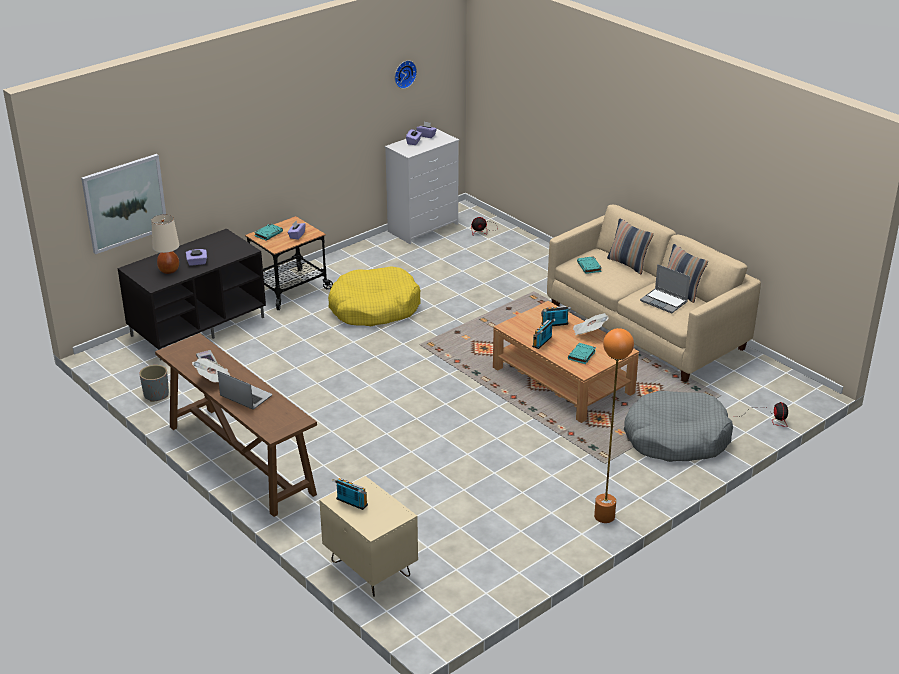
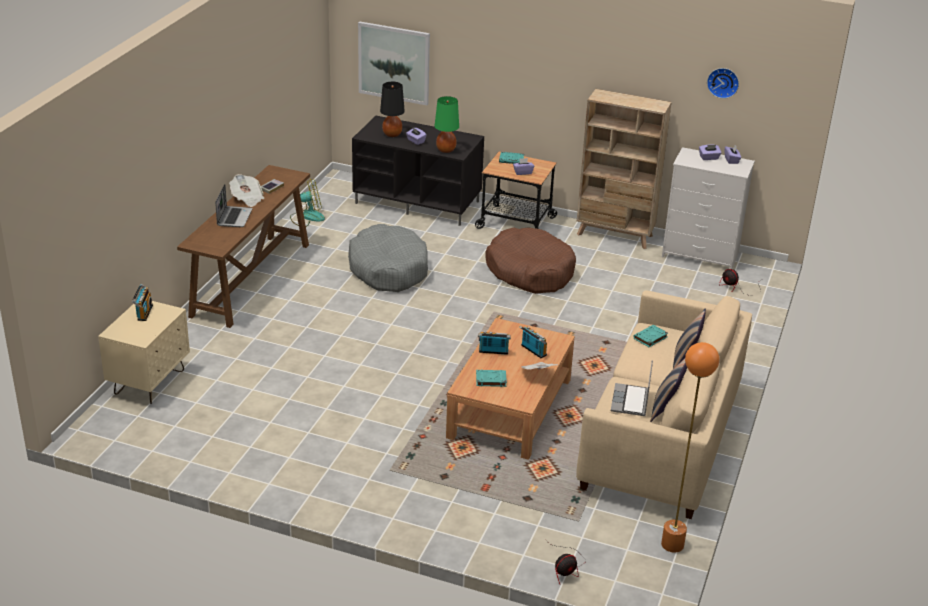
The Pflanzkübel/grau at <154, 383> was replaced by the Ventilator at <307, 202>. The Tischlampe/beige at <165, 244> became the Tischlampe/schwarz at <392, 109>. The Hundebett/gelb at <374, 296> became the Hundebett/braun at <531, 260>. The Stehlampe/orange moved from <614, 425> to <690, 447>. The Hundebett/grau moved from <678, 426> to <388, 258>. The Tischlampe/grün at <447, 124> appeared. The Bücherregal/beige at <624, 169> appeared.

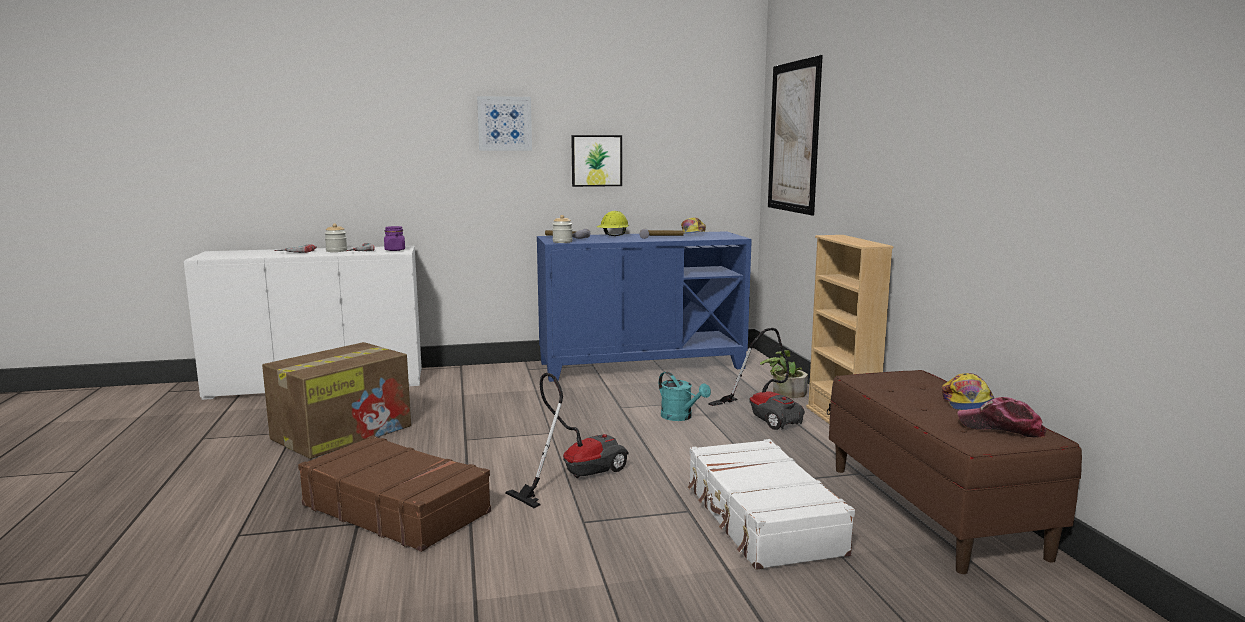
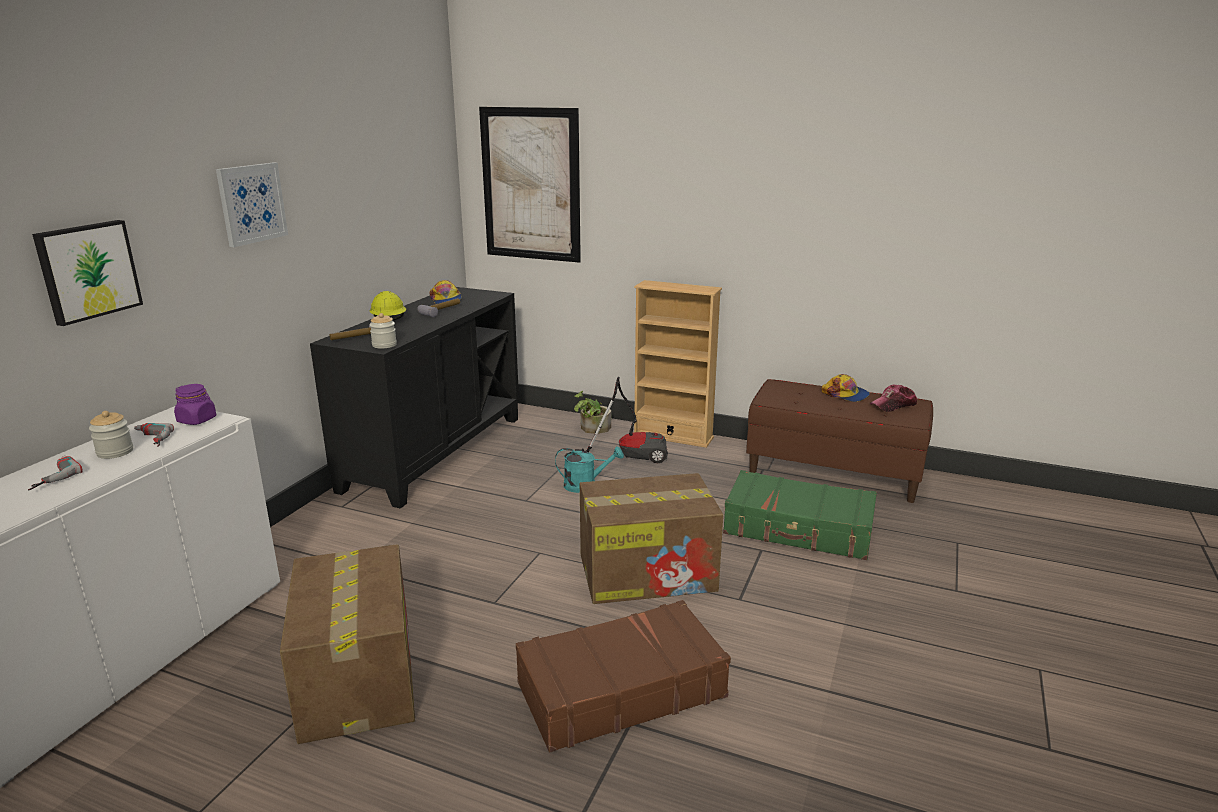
The Staubsauger at <567, 440> was replaced by the Karton at <651, 538>. The Schrank/blau at <644, 306> became the Schrank/schwarz at <414, 398>. The Bild moved from <596, 161> to <87, 273>. The Koffer/weiß at <771, 504> became the Koffer/grün at <800, 515>.

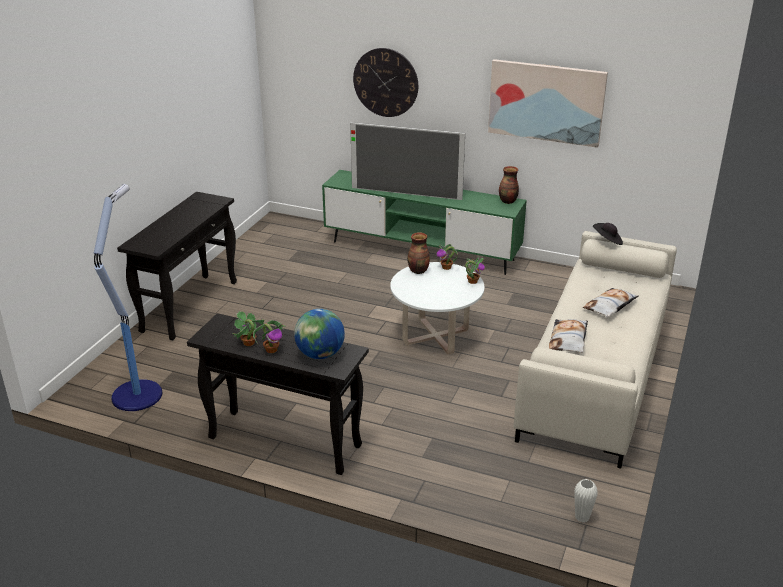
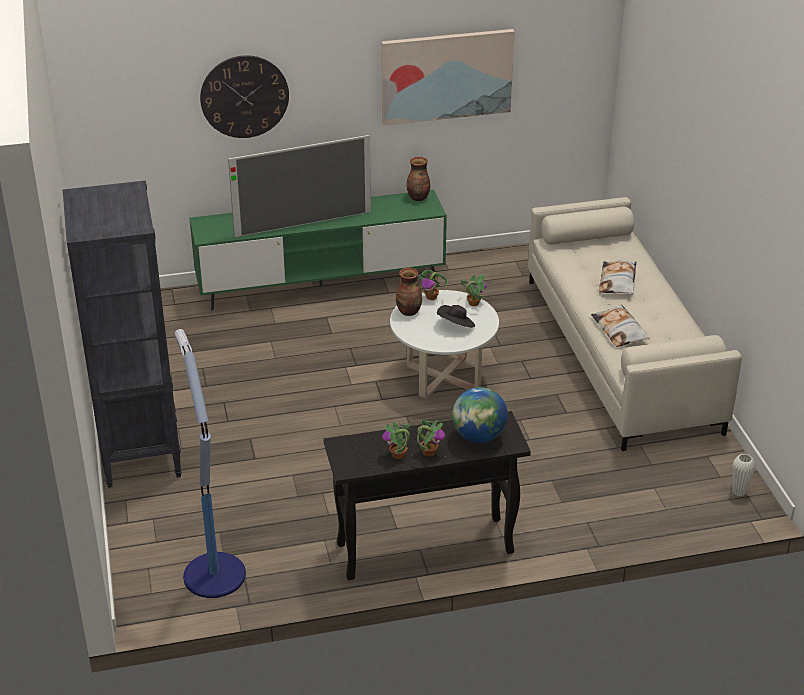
The Konsolentisch/schwarz at <177, 266> was replaced by the Bücherregal/schwarz at <122, 334>. The Hut/schwarz moved from <608, 234> to <456, 316>.

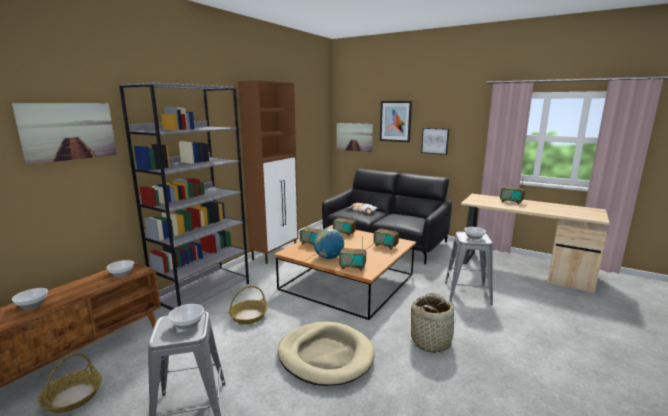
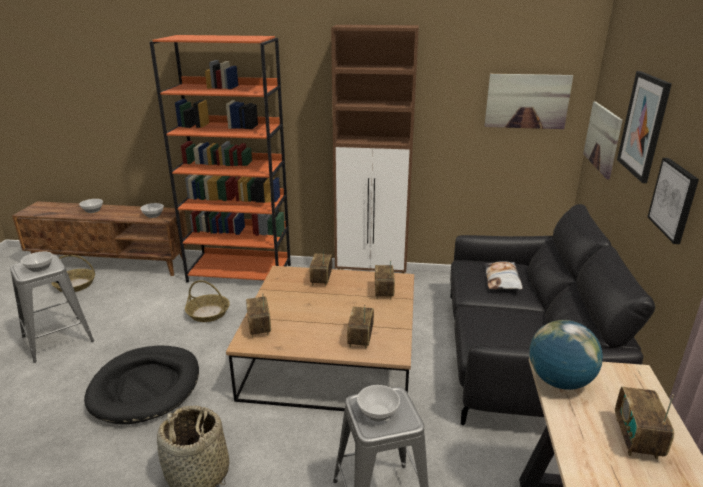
The Bild moved from <64, 134> to <528, 101>. The Bücherregal/grau at <184, 196> became the Bücherregal/orange at <220, 158>. The Hundebett/beige at <326, 354> became the Hundebett/schwarz at <141, 385>. The Globus moved from <329, 243> to <566, 355>.

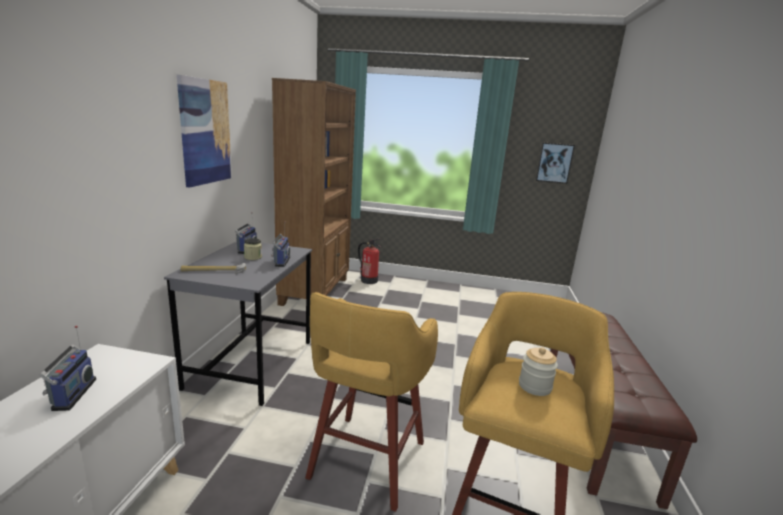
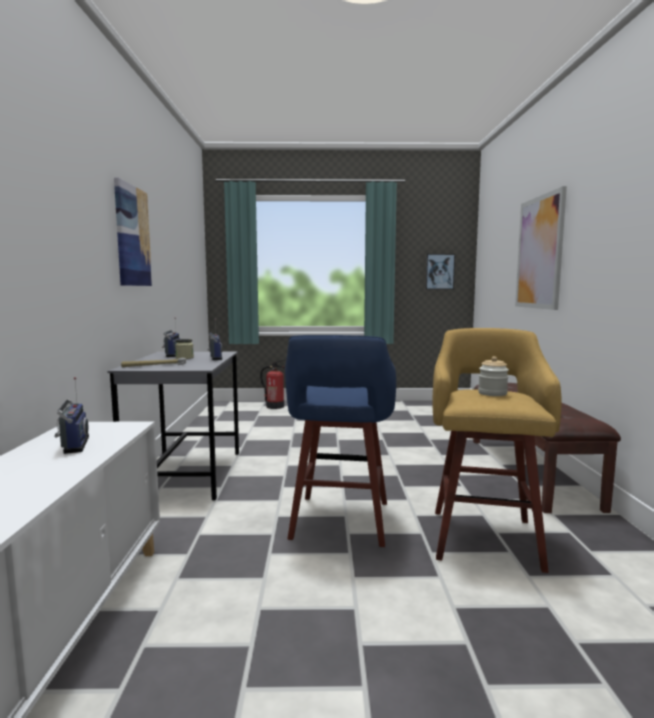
The Bücherregal/braun at <314, 192> disappeared. The Hocker/gelb at <371, 402> became the Hocker/blau at <340, 441>. The Bild at <541, 248> appeared.

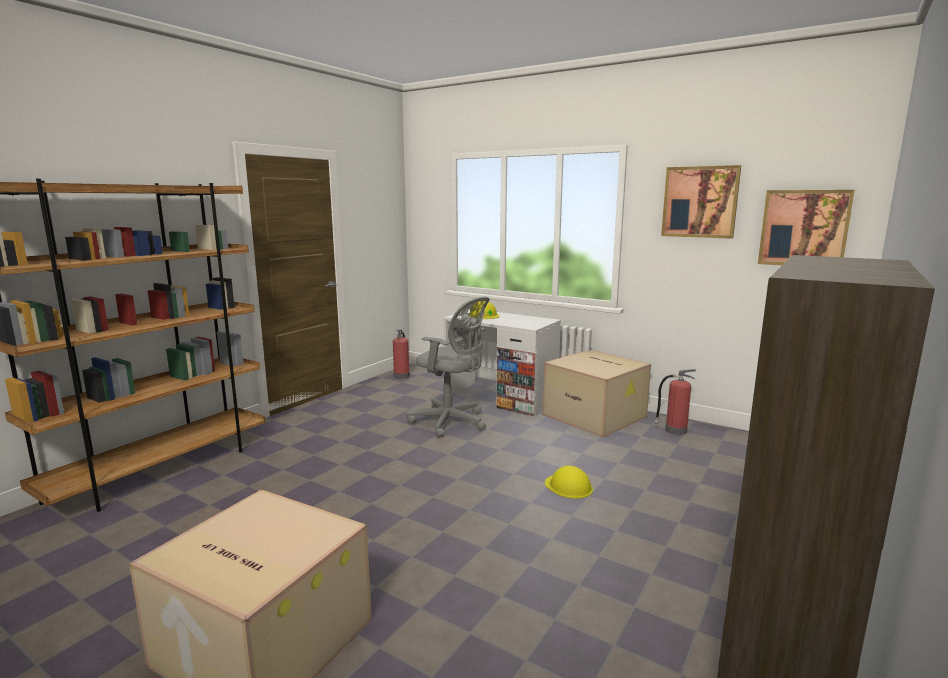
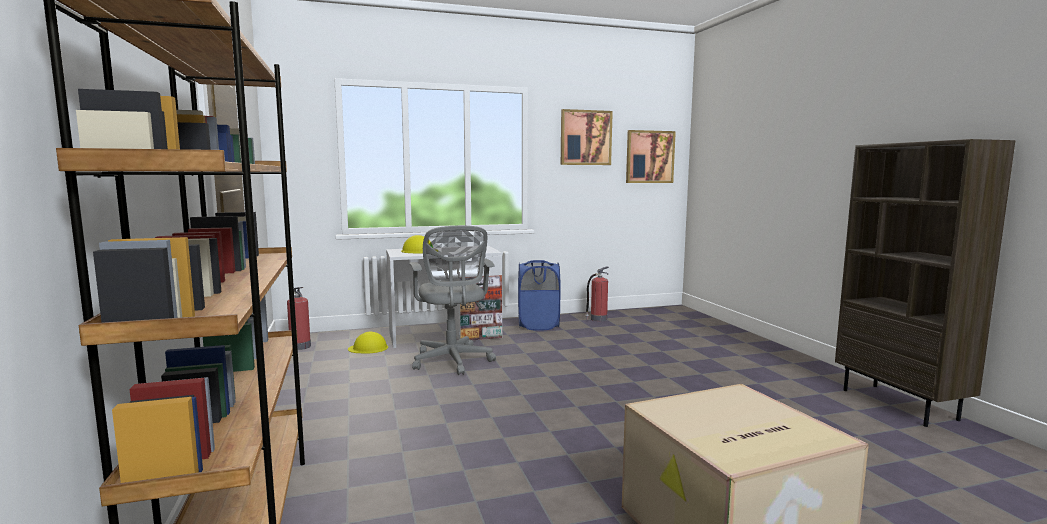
The Bürostuhl/grau at <448, 367> turned 90 degrees clockwise. The Karton at <597, 393> was replaced by the Wäschekorb/blau at <539, 295>. The Schutzhelm/gelb moved from <569, 482> to <368, 343>.

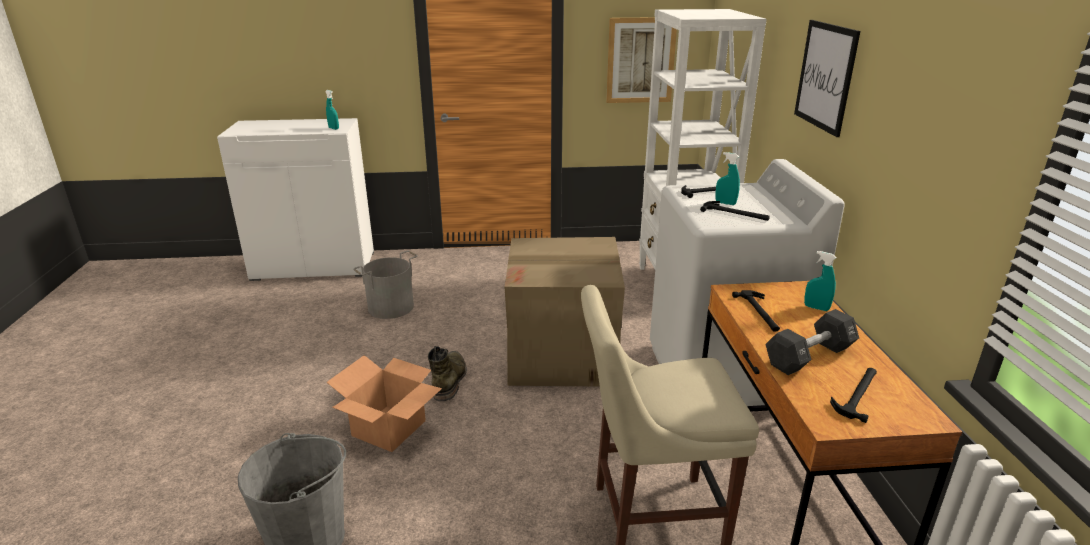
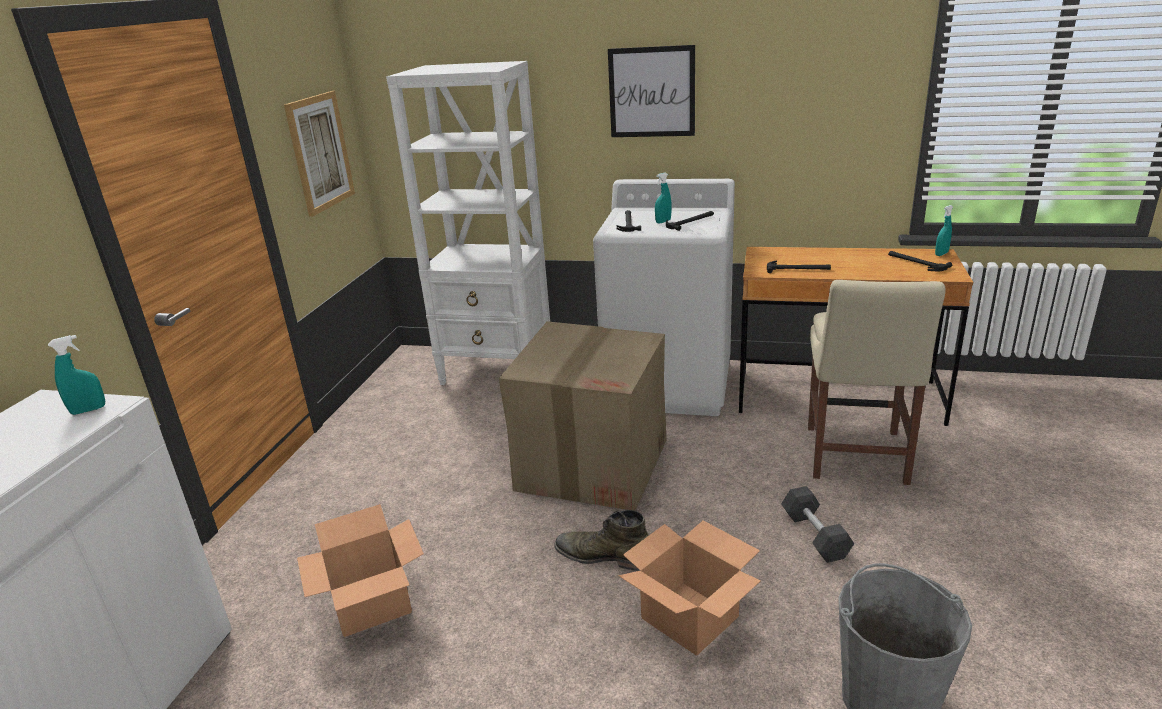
The Eimer/grau at <385, 284> was replaced by the Karton at <360, 570>. The Hantel/schwarz moved from <812, 342> to <817, 524>. The Sprühflasche/türkis moved from <820, 281> to <944, 230>.

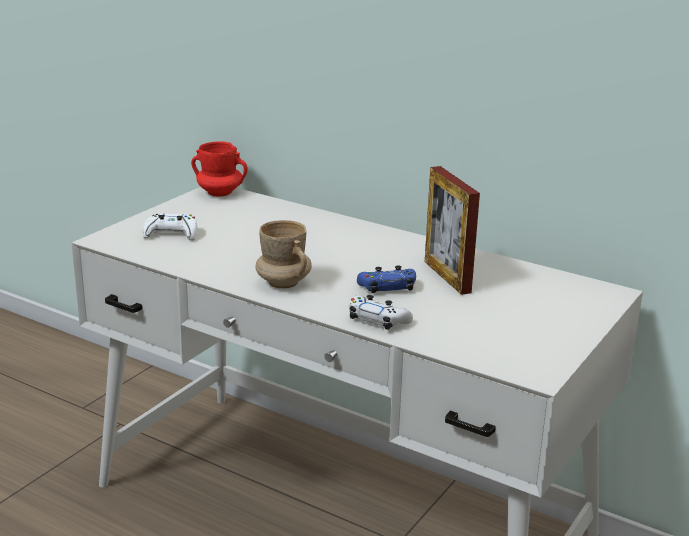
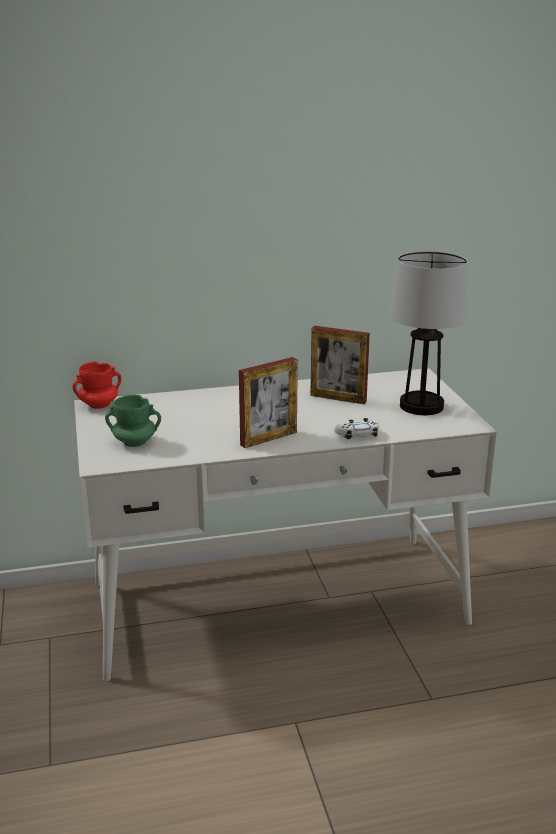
The Gamepad/weiß at <170, 227> was replaced by the Henkelbecher/grün at <133, 421>. The Henkelbecher/beige at <283, 254> was replaced by the Bilderrahmen at <268, 402>. The Gamepad/blau at <386, 279> disappeared. The Tischlampe at <428, 333> appeared.

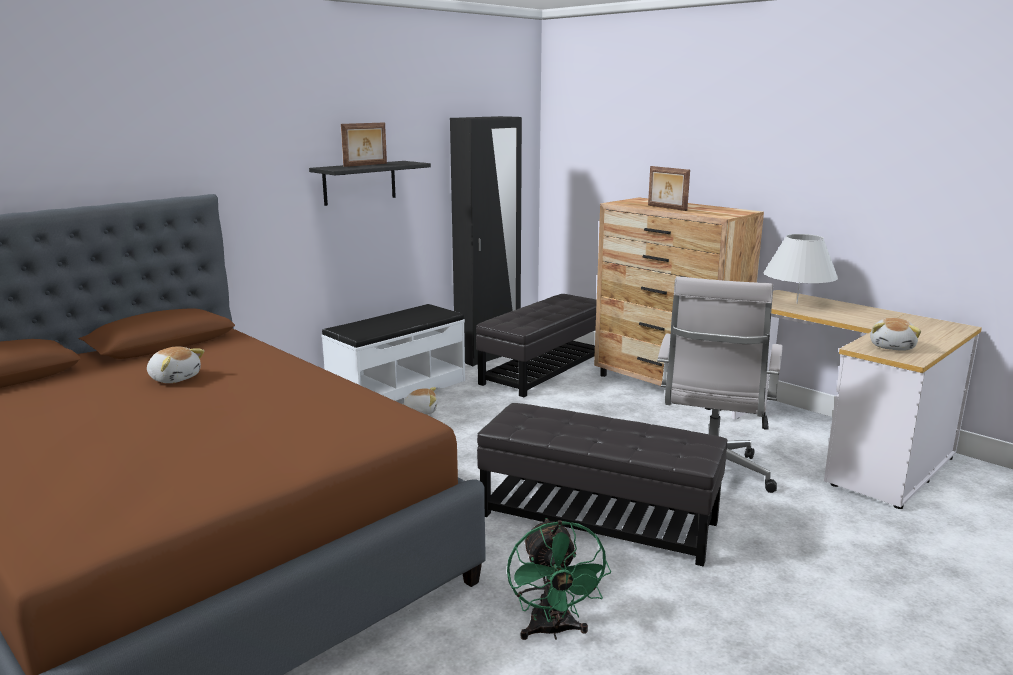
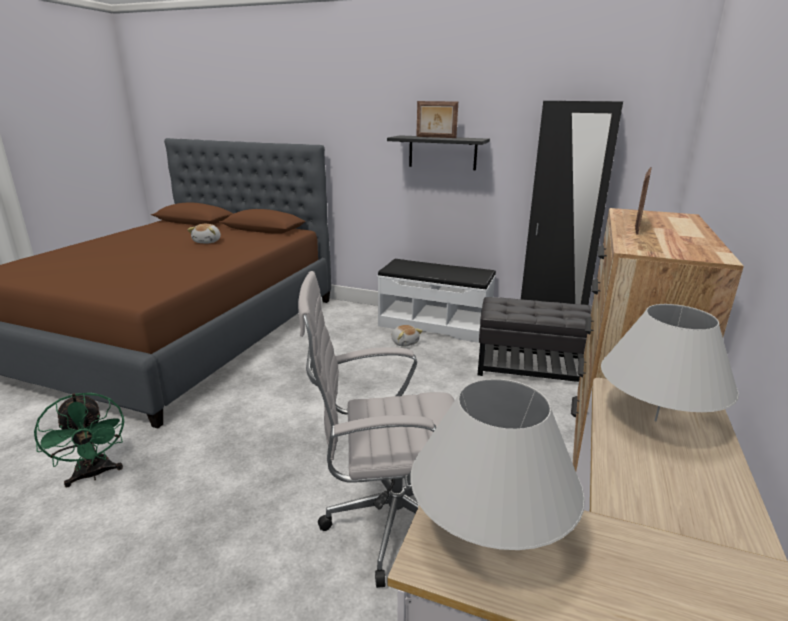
The Polsterhocker/schwarz at <602, 485> disappeared. The Ventilator/grün at <559, 579> turned 90 degrees counterclockwise. The Plüschtier at <895, 334> was replaced by the Tischlampe/weiß at <497, 464>.

